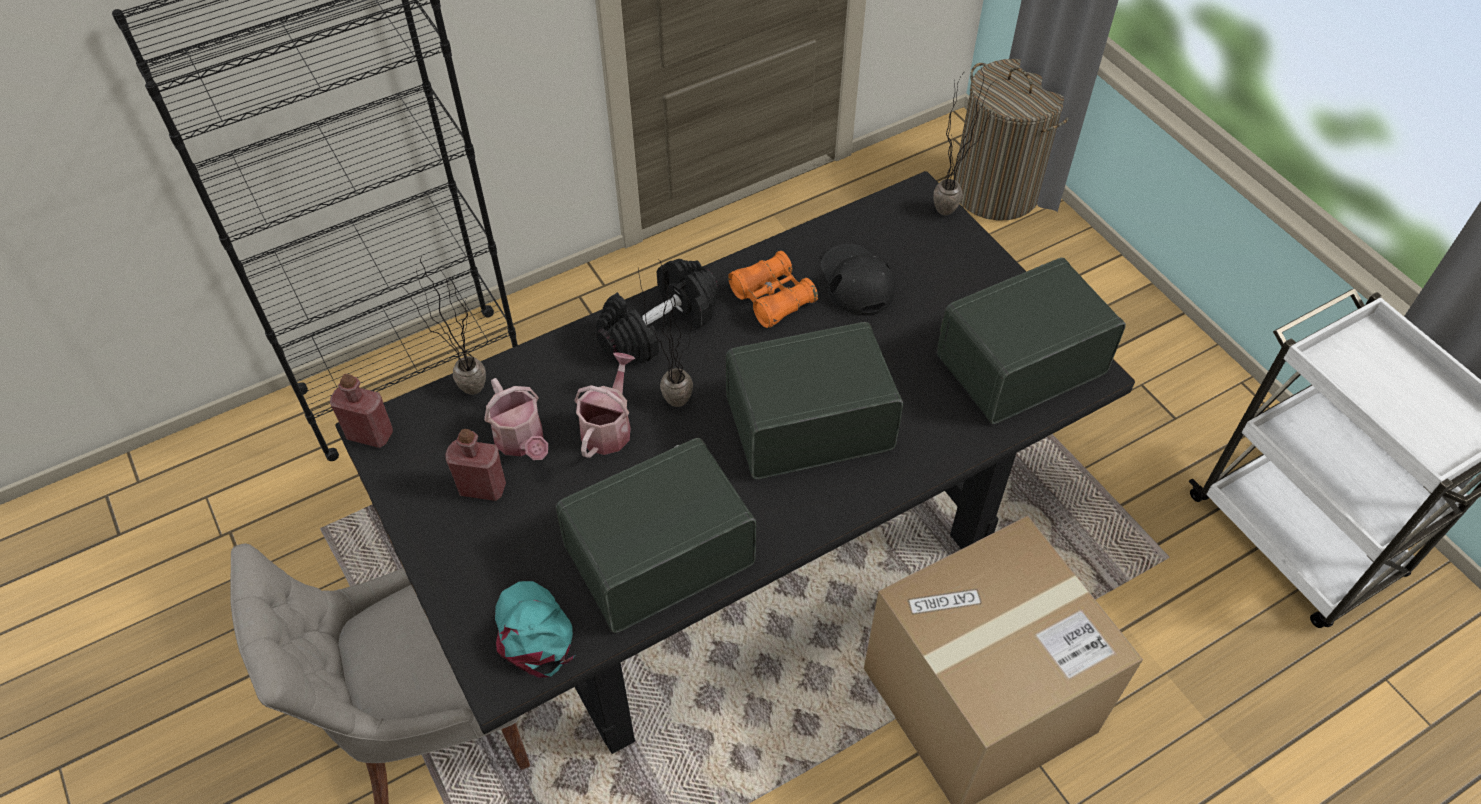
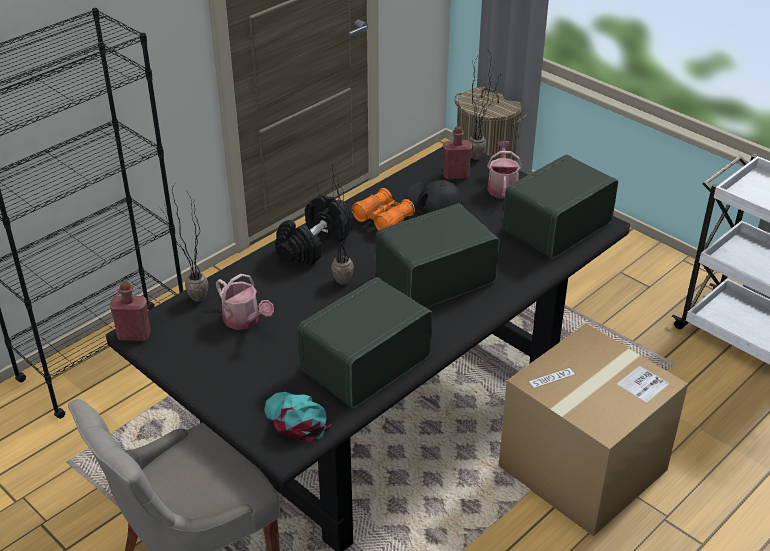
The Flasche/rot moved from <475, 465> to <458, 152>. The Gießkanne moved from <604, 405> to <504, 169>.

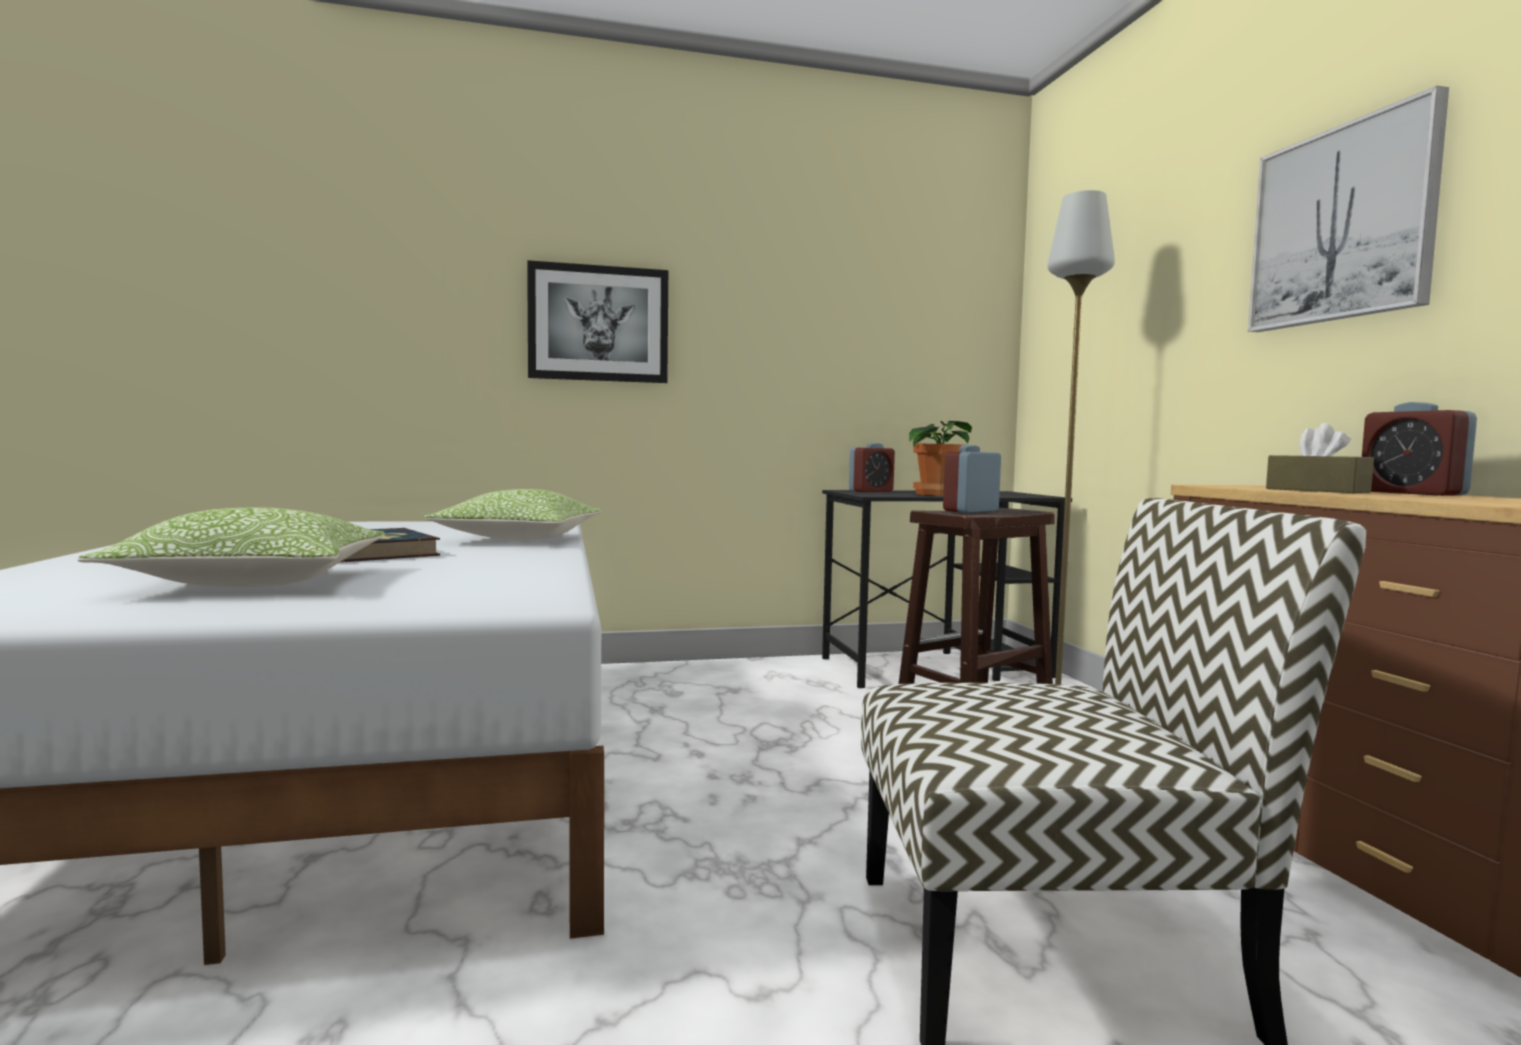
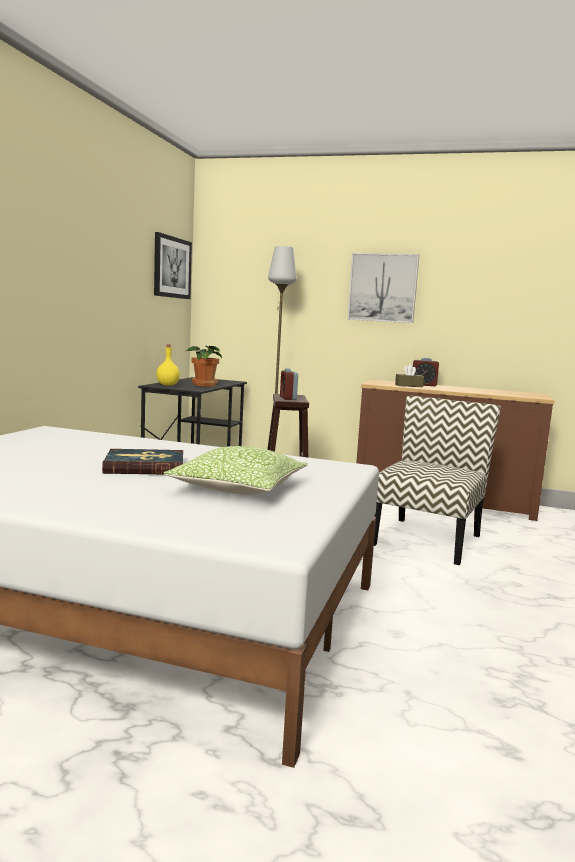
The Kissen at <512, 514> disappeared. The Bild moved from <597, 321> to <173, 265>. The Wecker at <872, 467> was replaced by the Flasche/gelb at <168, 365>.

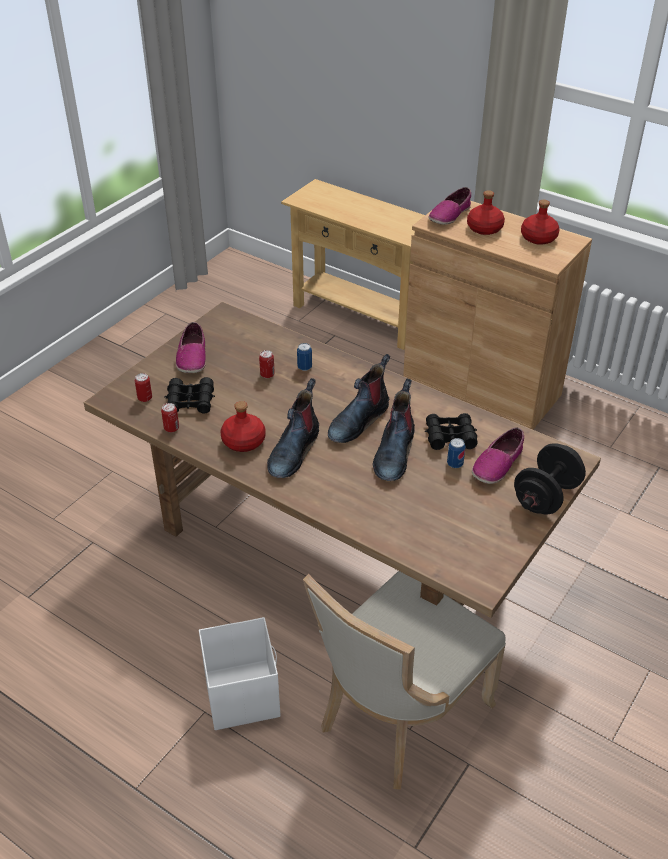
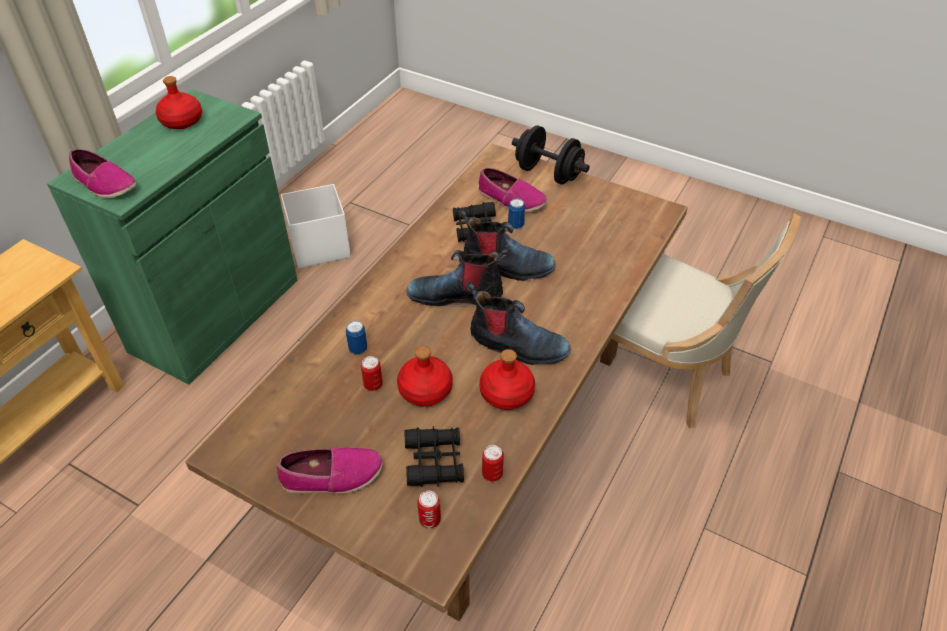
The Aufbewahrungsbox/weiß moved from <239, 673> to <316, 226>. The Stiefel at <359, 398> turned 150 degrees clockwise. The Schrank/braun at <497, 315> became the Schrank/grün at <172, 237>. The Flasche/rot moved from <486, 212> to <425, 376>.

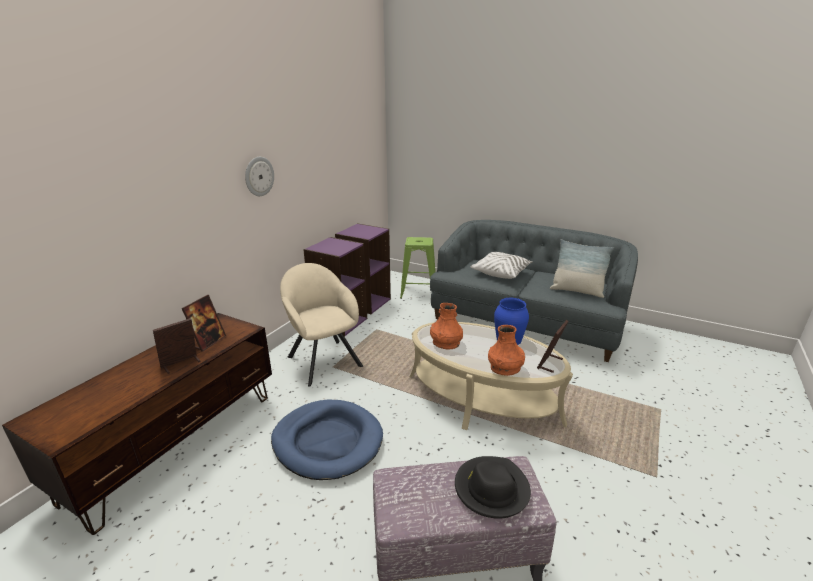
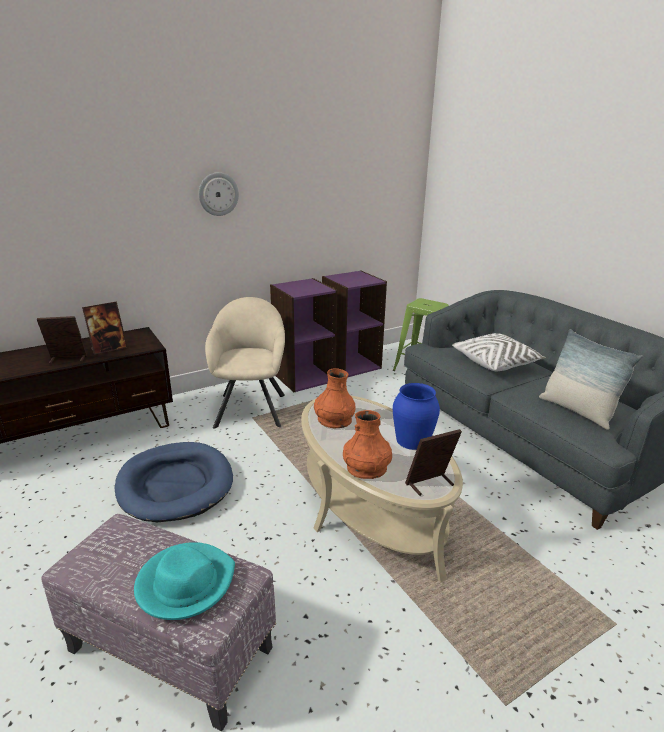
The Hut/schwarz at <493, 487> became the Hut/türkis at <184, 581>.

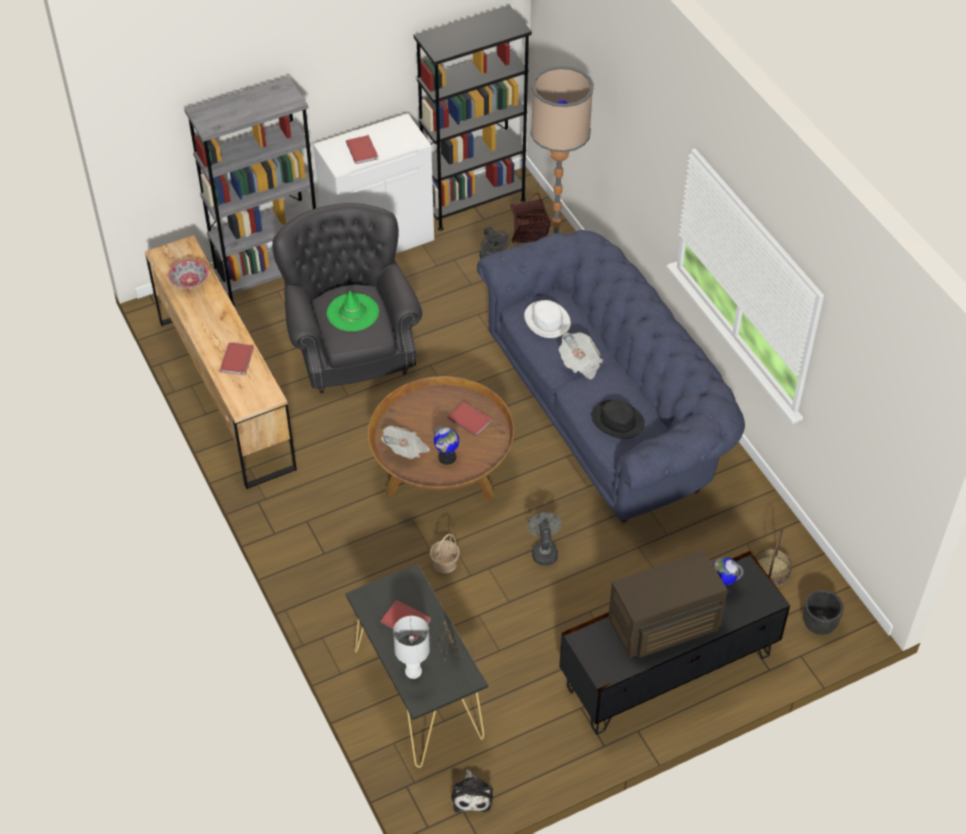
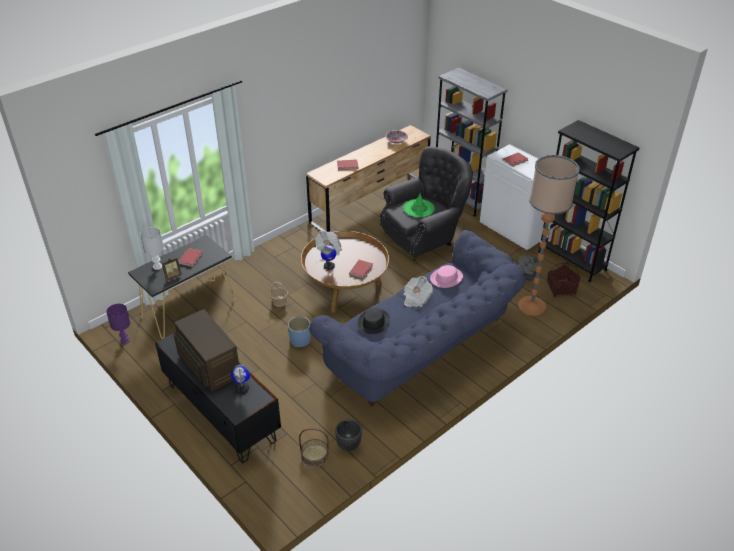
The Plüschtier at <472, 790> was replaced by the Tischlampe/lila at <118, 324>. The Hut/weiß at <547, 319> became the Hut/rosa at <446, 276>. The Ventilator/grau at <544, 538> was replaced by the Pflanzkübel/blau at <299, 331>. The Pflanzkübel/schwarz moved from <823, 612> to <348, 435>.

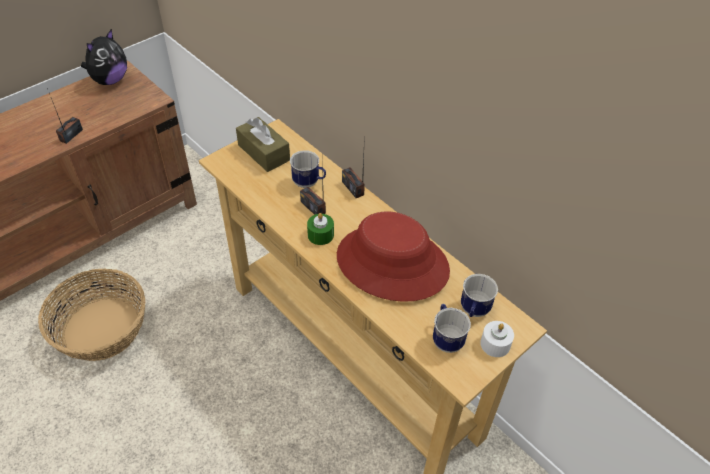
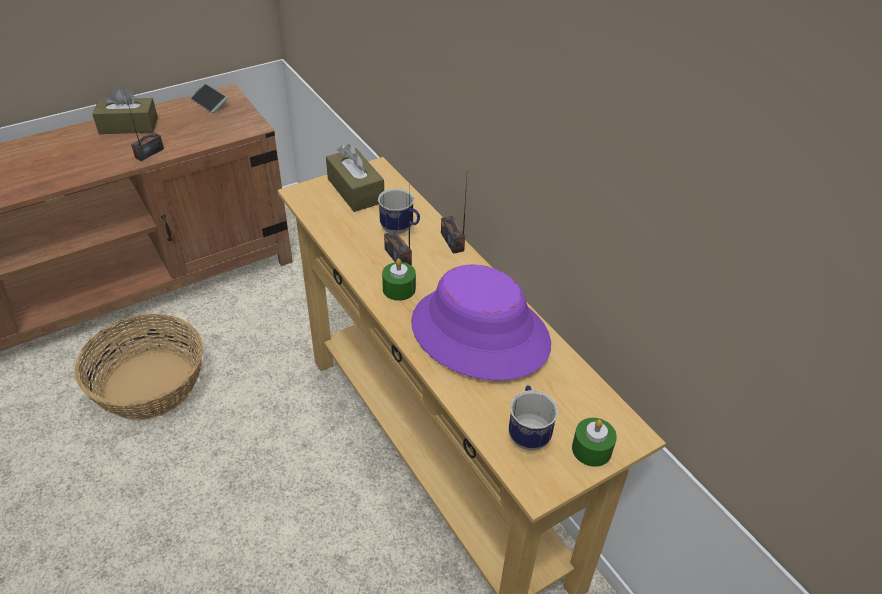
The Plüschtier at <104, 57> was replaced by the Handy at <209, 98>. The Hut/rot at <393, 256> became the Hut/lila at <481, 322>. The Henkelbecher at <479, 295> disappeared. The Kerze/weiß at <497, 339> became the Kerze/grün at <594, 442>. The Taschentuchbox/braun at <125, 110> appeared.

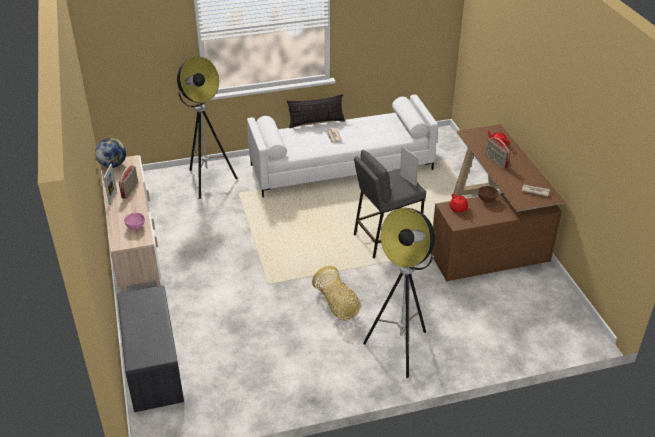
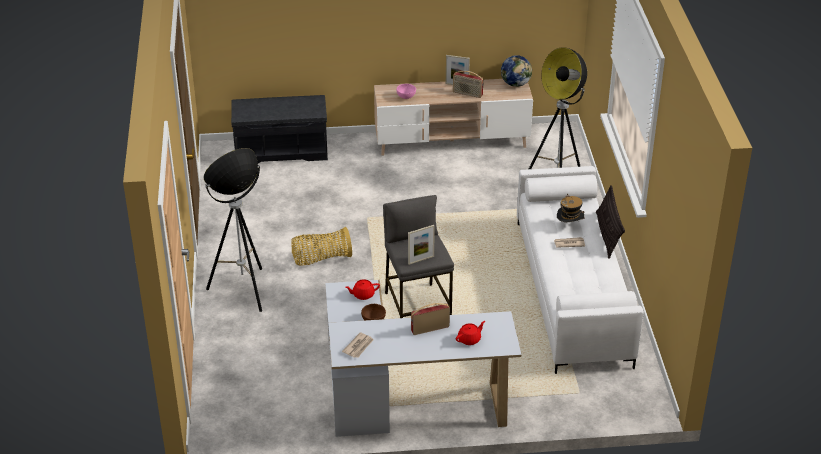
The Schreibtisch/braun at <498, 203> became the Schreibtisch/weiß at <423, 358>. The Hut at <571, 209> appeared.

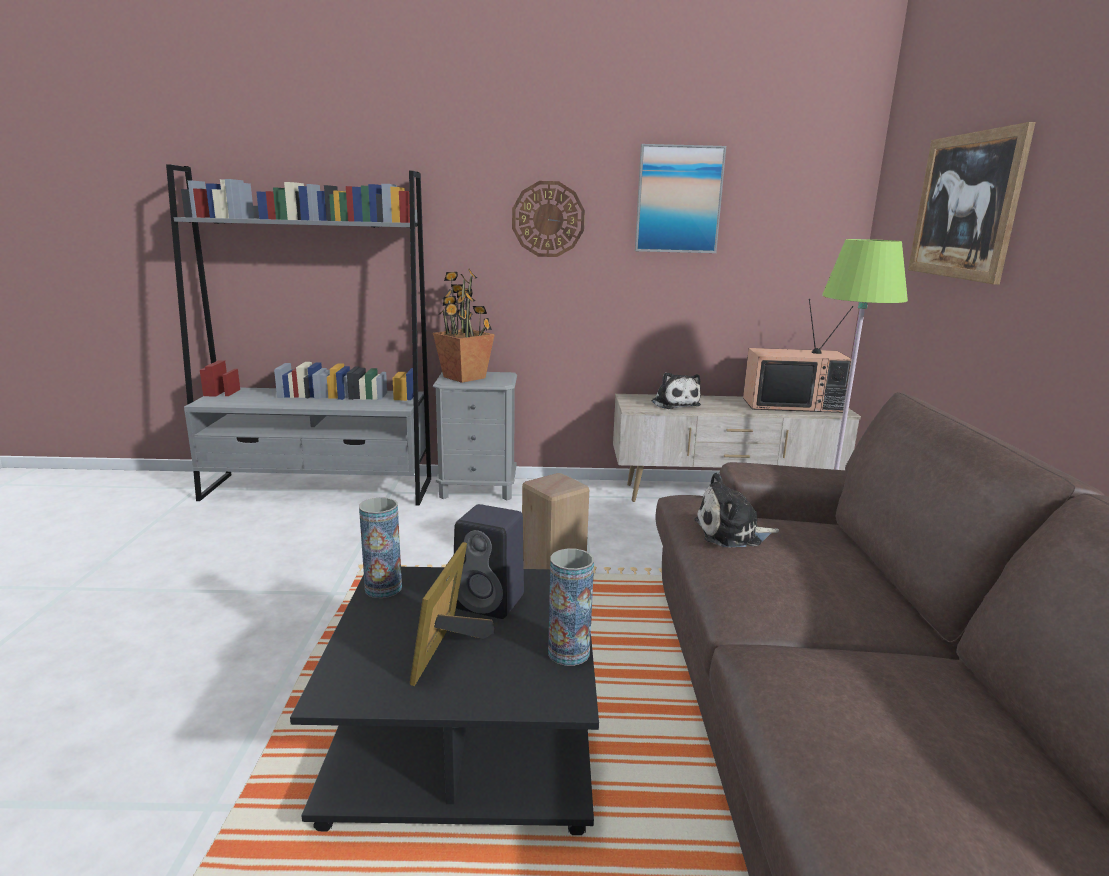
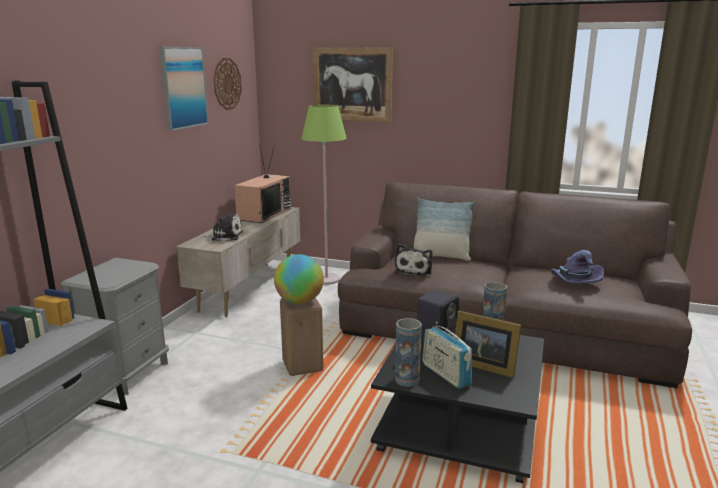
The Topfpflanze at <464, 326> disappeared. The Wanduhr moved from <548, 219> to <228, 84>. The Globus at <299, 279> appeared. The Kissen at <444, 229> appeared. The Radio at <447, 355> appeared. The Hut/lila at <577, 266> appeared.

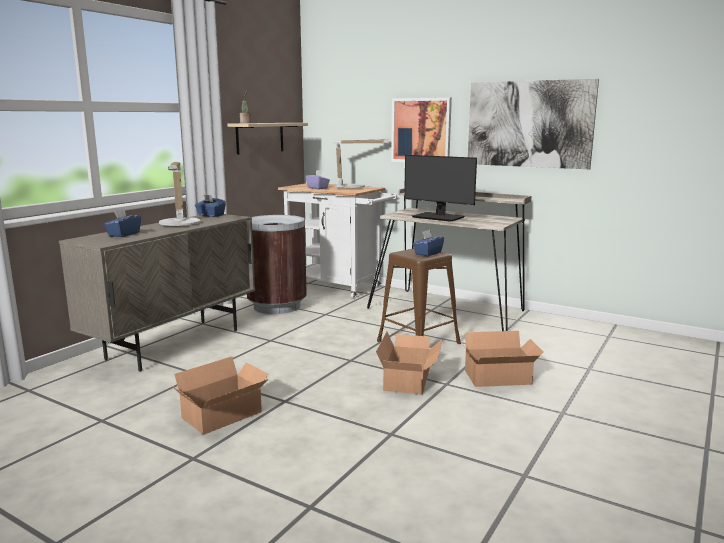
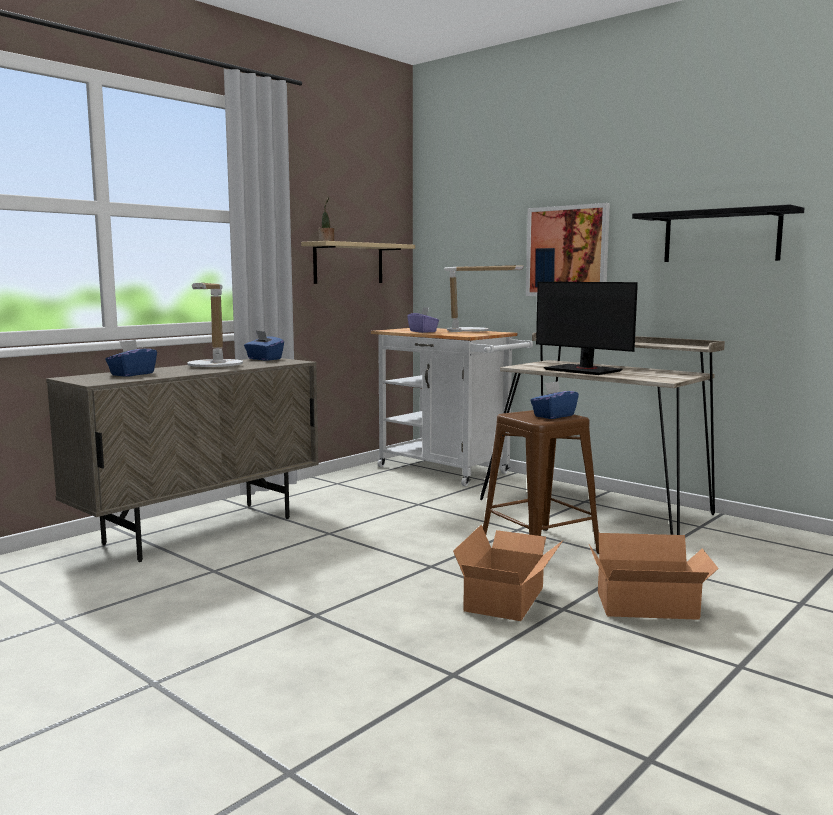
The Karton at <219, 396> disappeared. The Mülleimer/braun at <277, 264> disappeared. The Bild at <533, 124> was replaced by the Wandregal/schwarz at <718, 233>.

